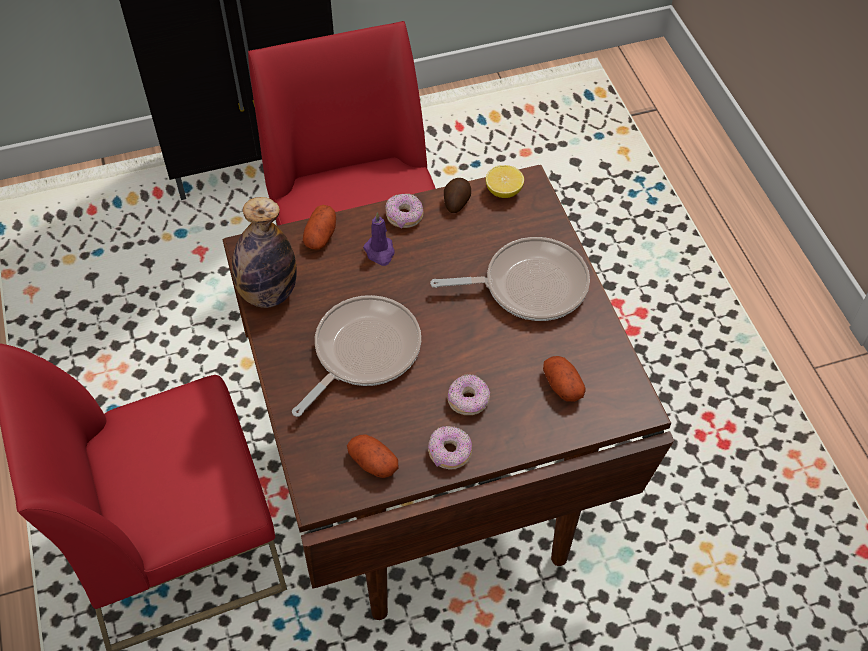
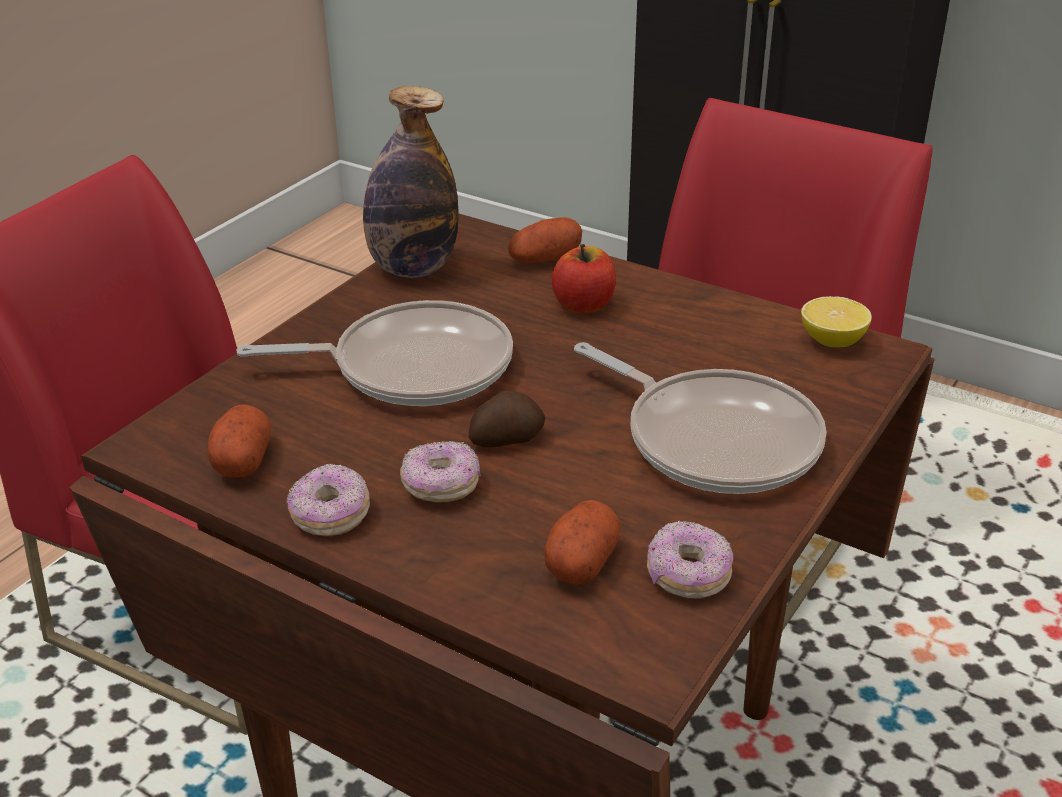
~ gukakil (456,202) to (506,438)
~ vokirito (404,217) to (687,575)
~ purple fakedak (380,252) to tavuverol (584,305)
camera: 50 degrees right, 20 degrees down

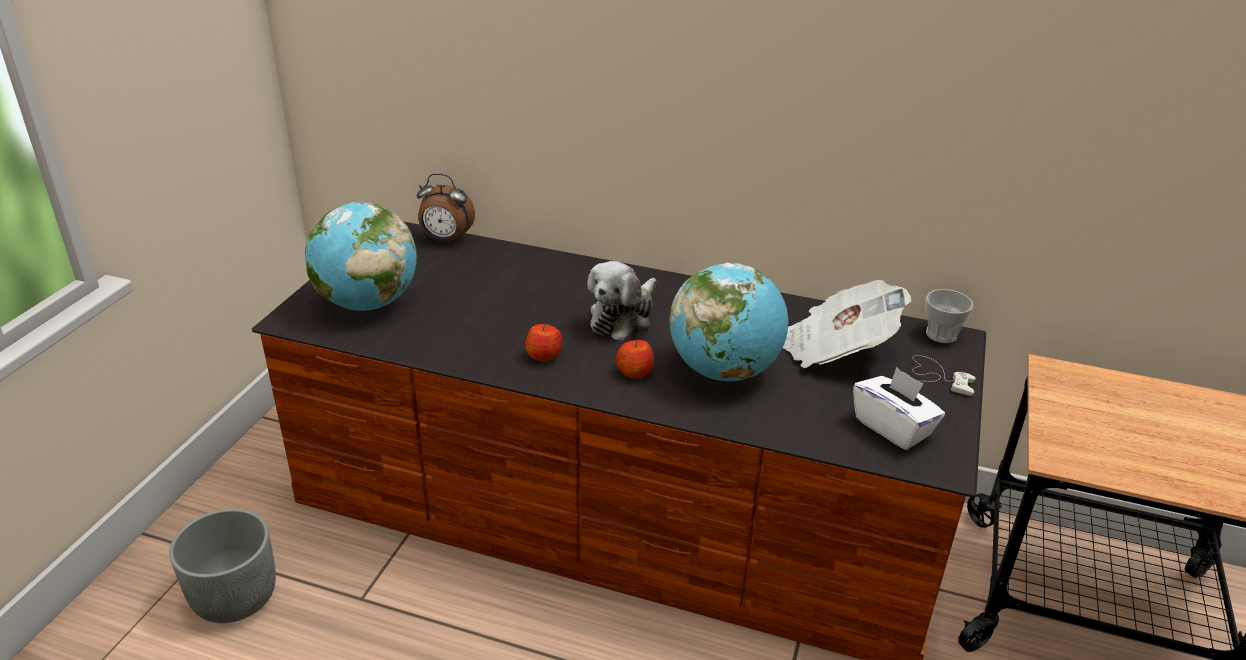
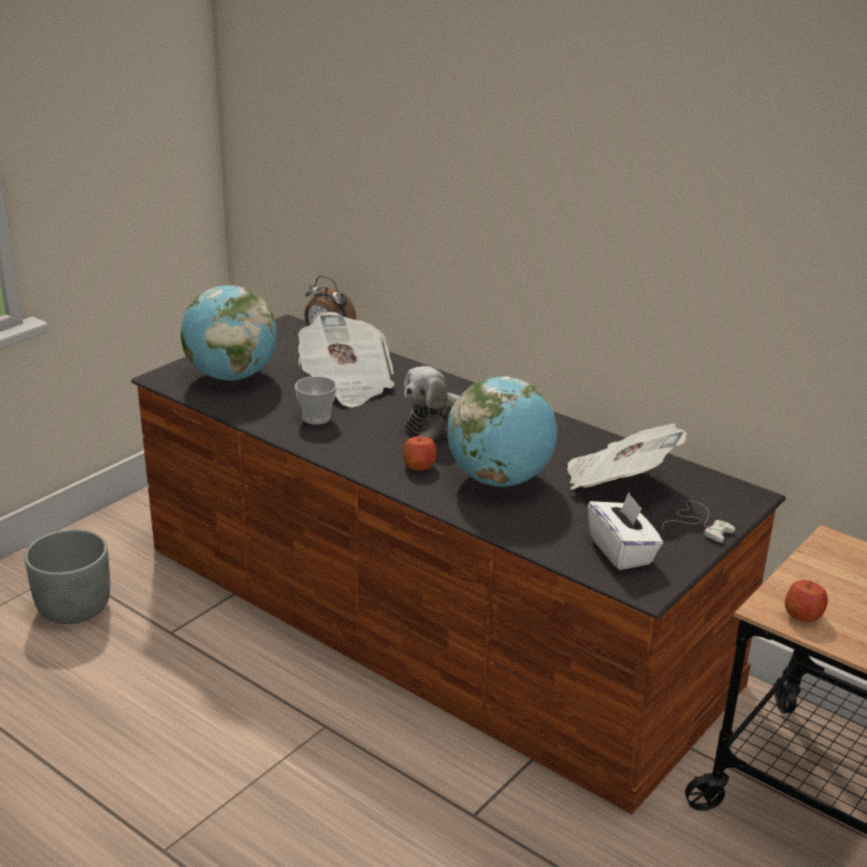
~ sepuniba (941,334) to (316,418)
~ tavuverol (544,355) to (803,615)
+ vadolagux (346,384)
camera: 20 degrees right, 5 degrees down

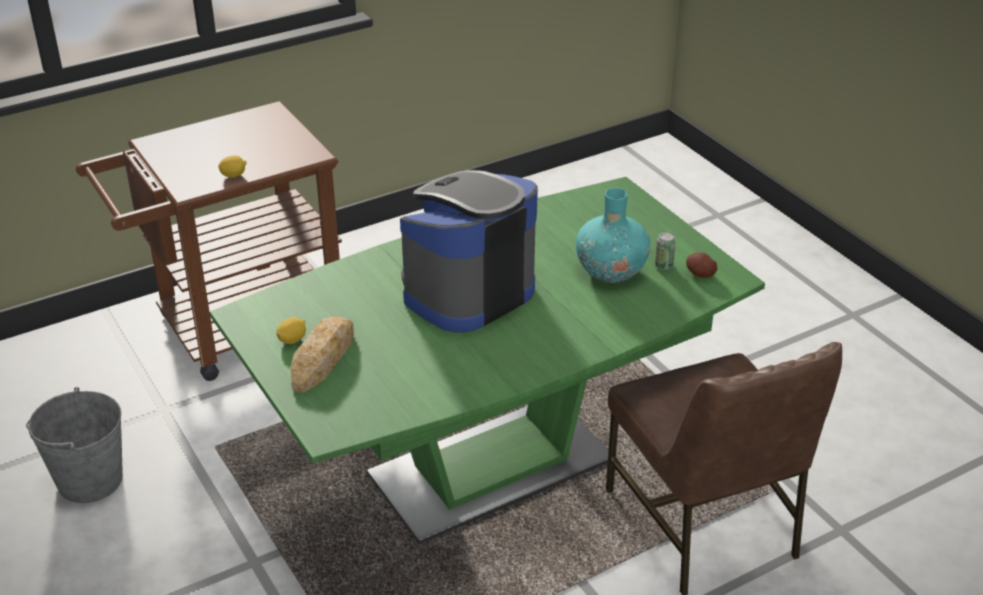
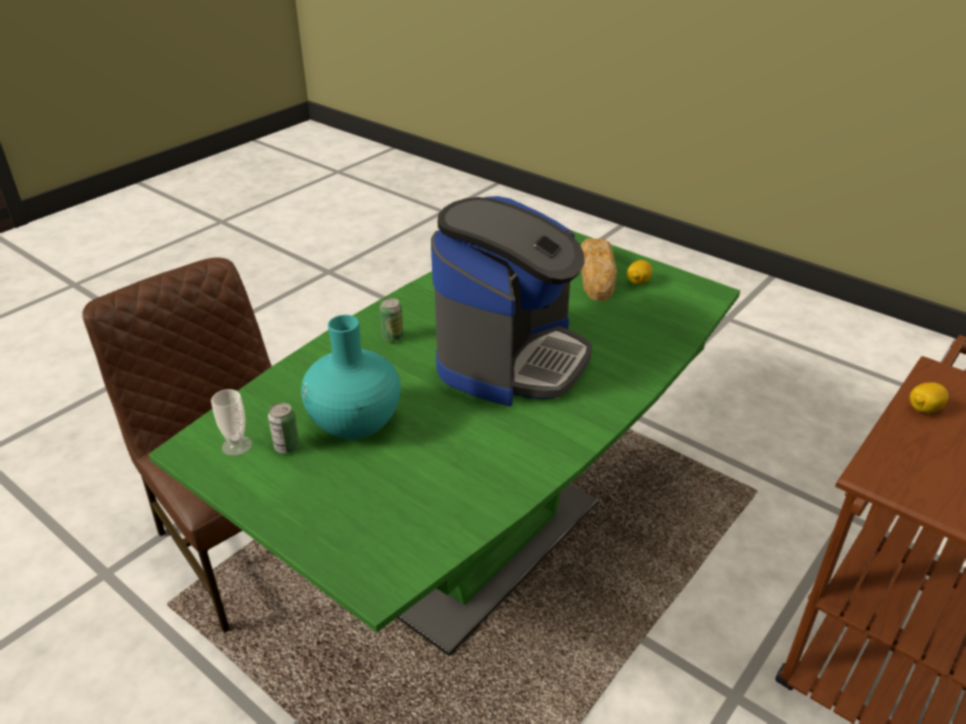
~ gukakil (700,274) to sepuniba (237,446)
- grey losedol (90,480)
+ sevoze (392,337)
camera: 160 degrees right, 0 degrees up

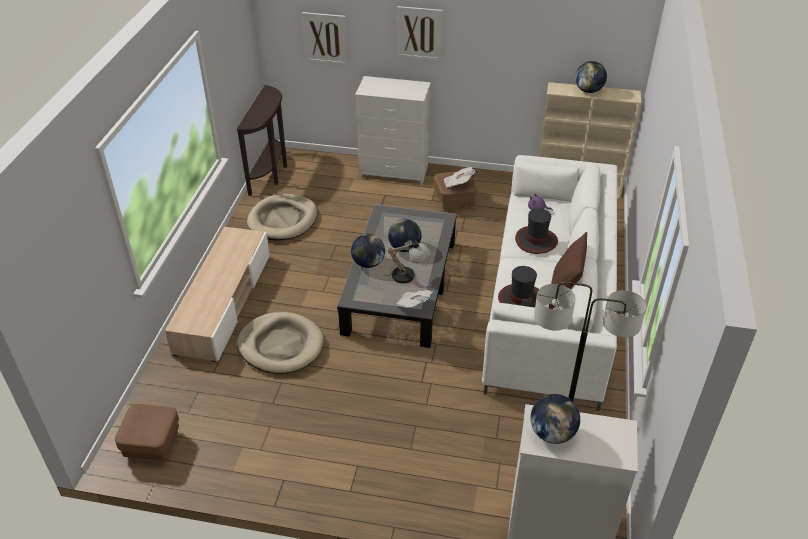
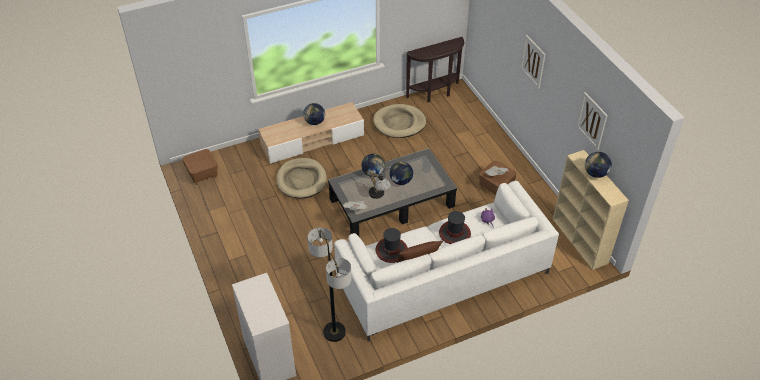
~ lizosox (325,39) to (592,121)
- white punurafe (394,171)
~ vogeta (552,433) to (314,122)
camera: 55 degrees right, 5 degrees up

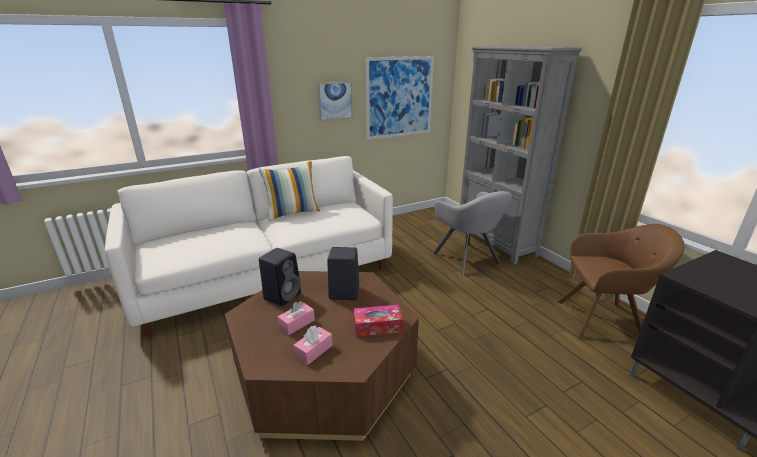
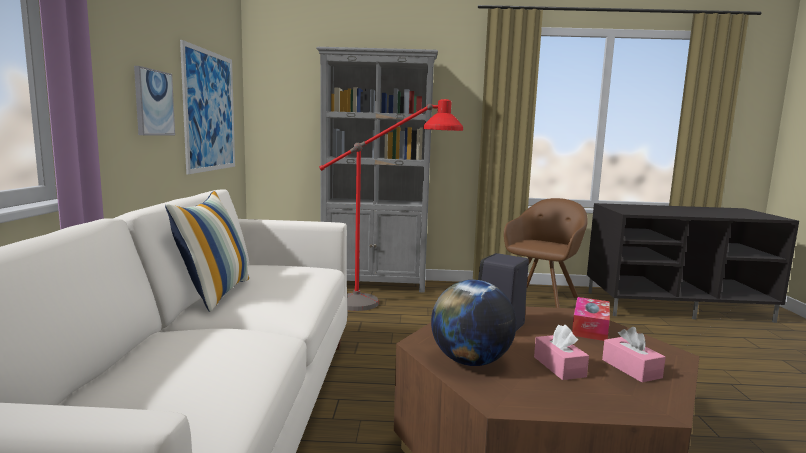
~ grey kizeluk (468,260) to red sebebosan (388,304)
~ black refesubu (283,295) to vogeta (470,362)
camera: 60 degrees left, 15 degrees down

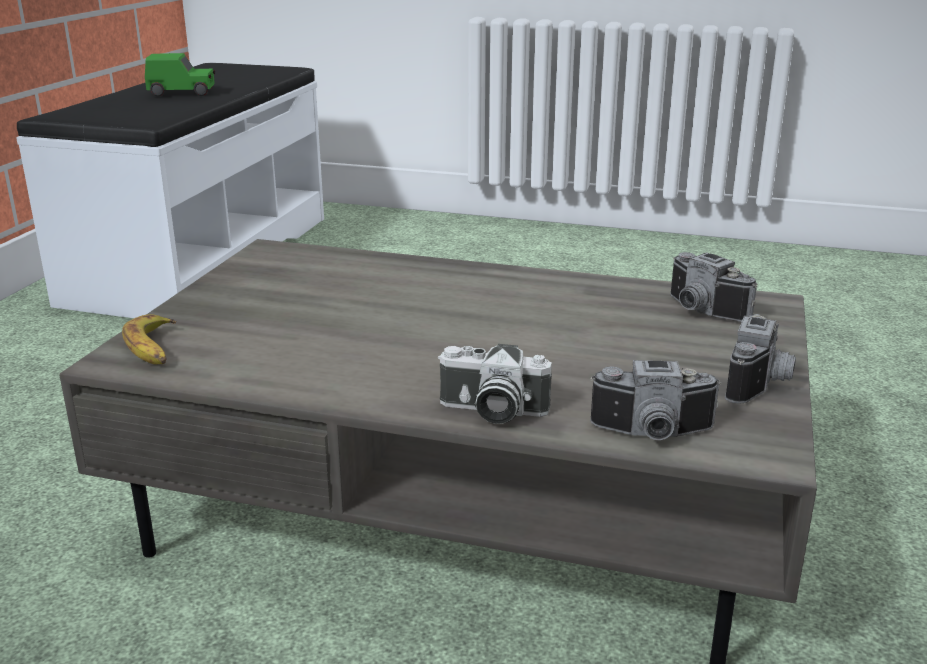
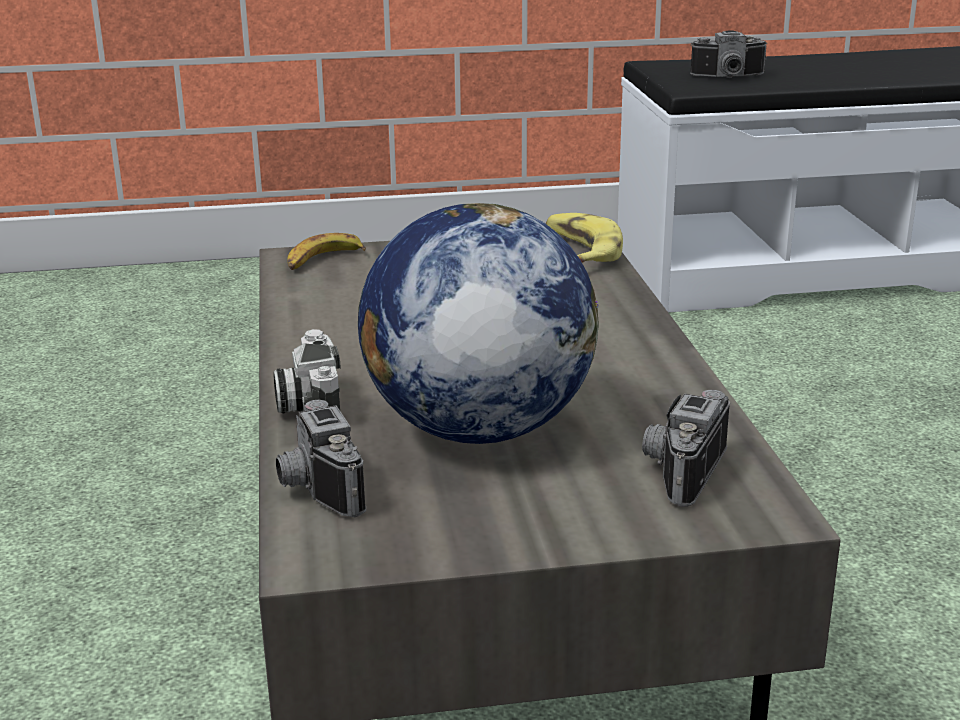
- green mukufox (182,93)
~ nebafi (761,384) to (729,77)
+ vogeta (477,429)
+ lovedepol (580,251)
camera: 65 degrees right, 0 degrees up

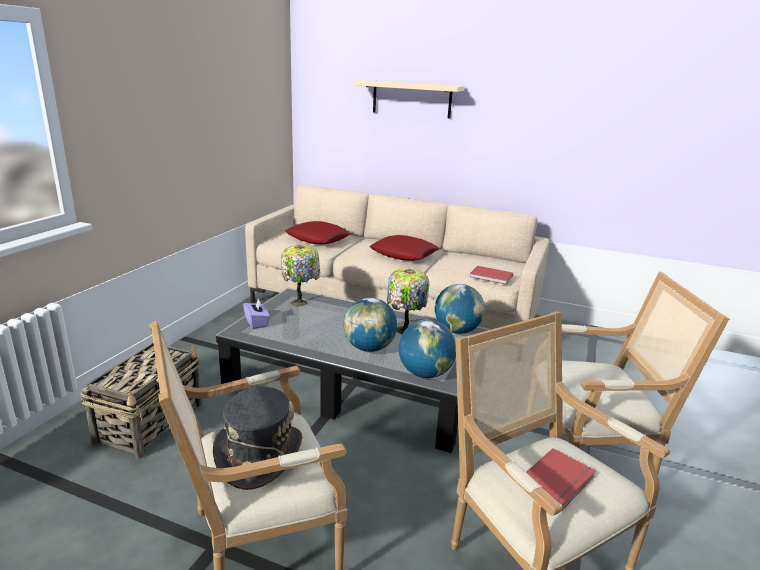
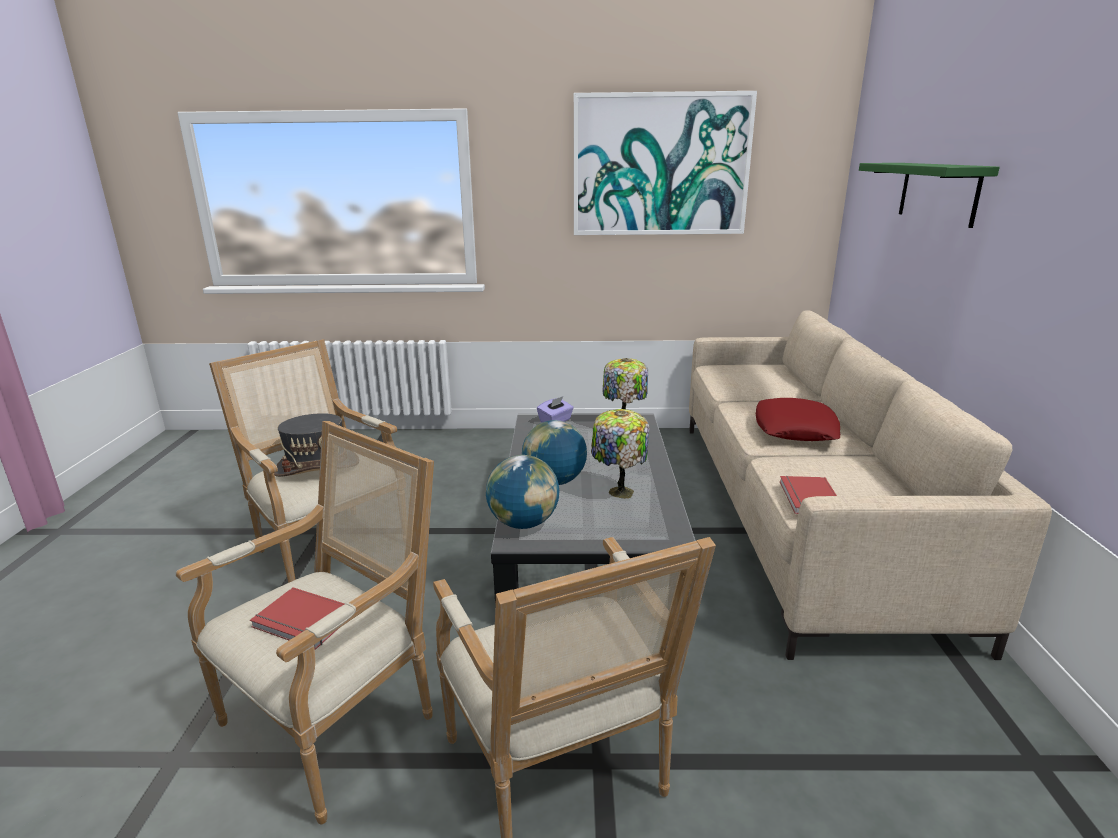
~ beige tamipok (411,99) to green tamipok (938,192)
- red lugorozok (317,238)
- vogeta (457,331)
- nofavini (151,422)
+ lizosox (660,165)
camera: 70 degrees right, 0 degrees up

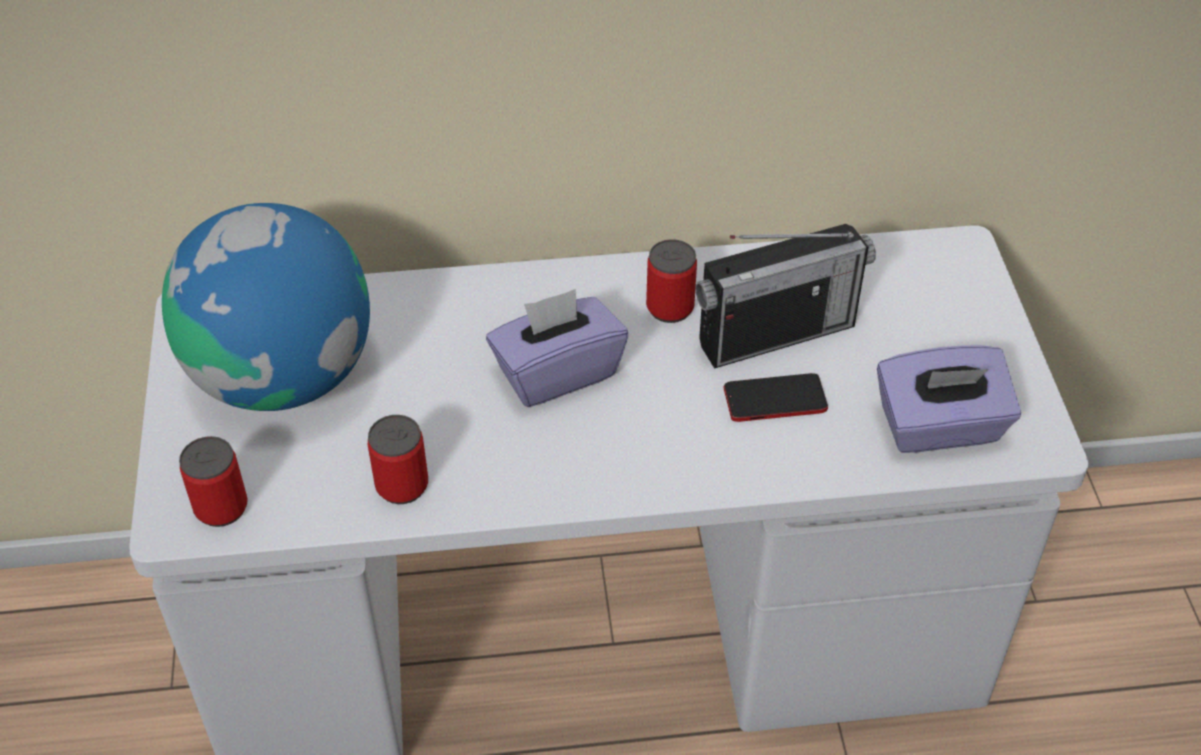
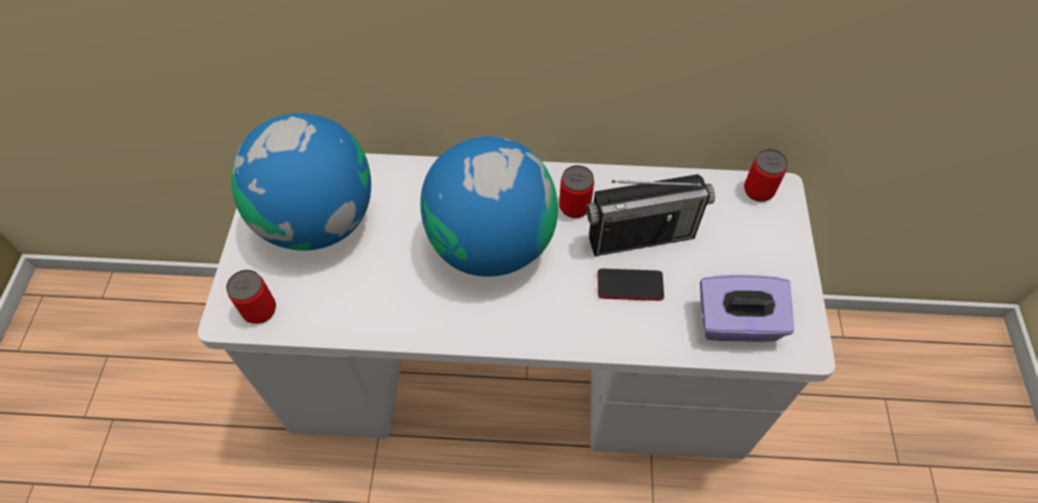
~ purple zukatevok (557,372) to vogeta (491,244)
~ sevoze (402,485) to (758,190)
camera: 10 degrees right, 10 degrees up

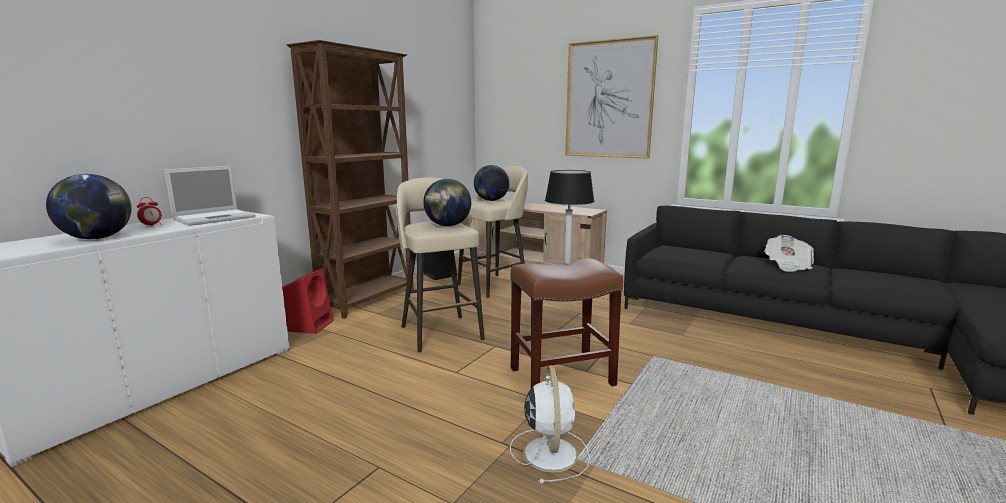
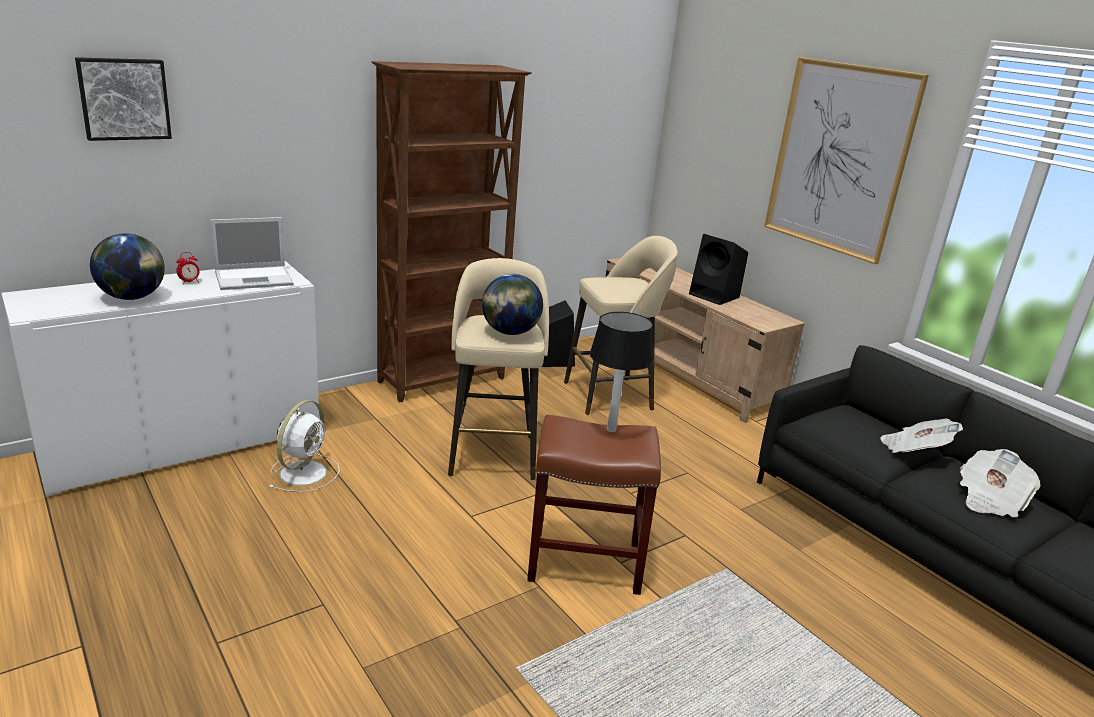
- vogeta (491,200)
- red refesubu (310,325)
~ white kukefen (550,452) to (304,472)
+ lizosox (124,99)
+ black refesubu (715,296)
+ vadolagux (914,450)
camera: 20 degrees right, 10 degrees up

